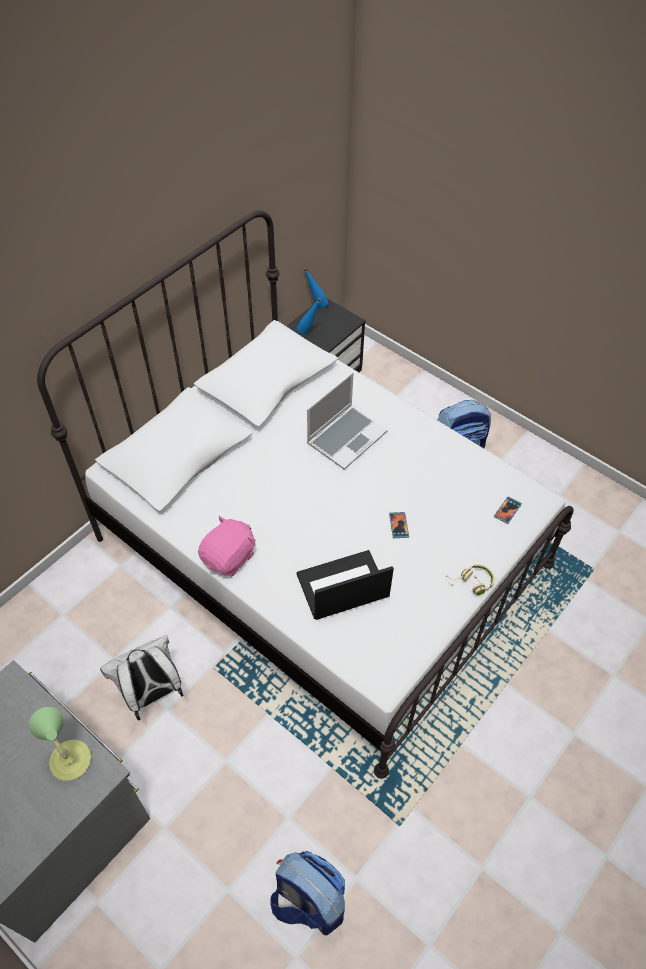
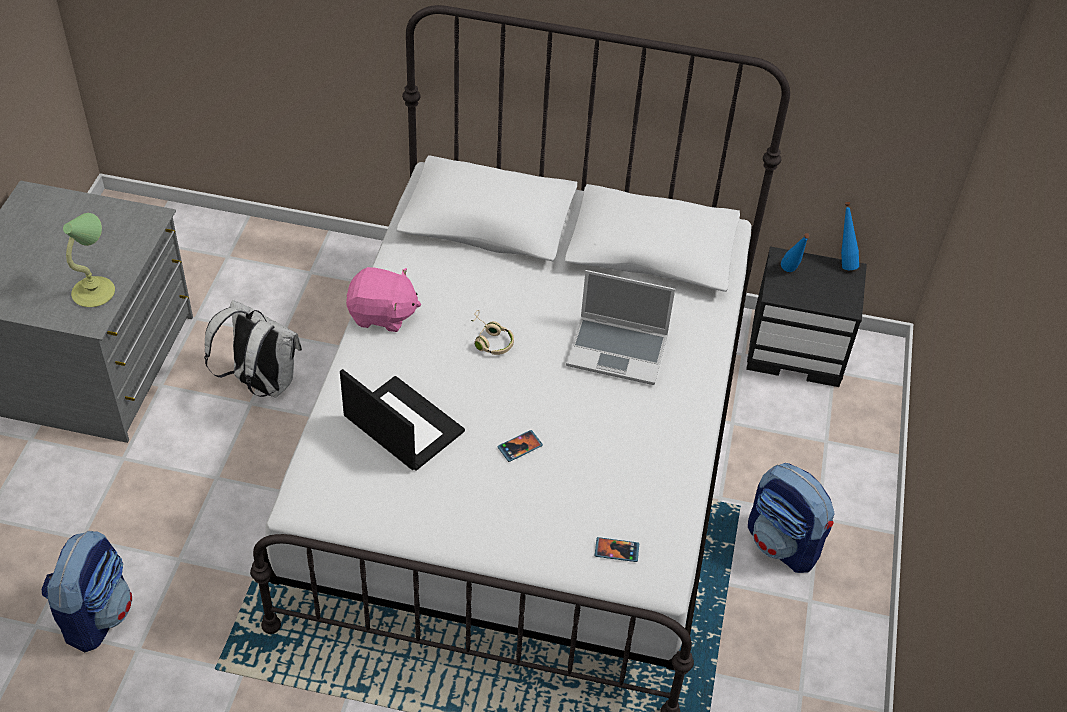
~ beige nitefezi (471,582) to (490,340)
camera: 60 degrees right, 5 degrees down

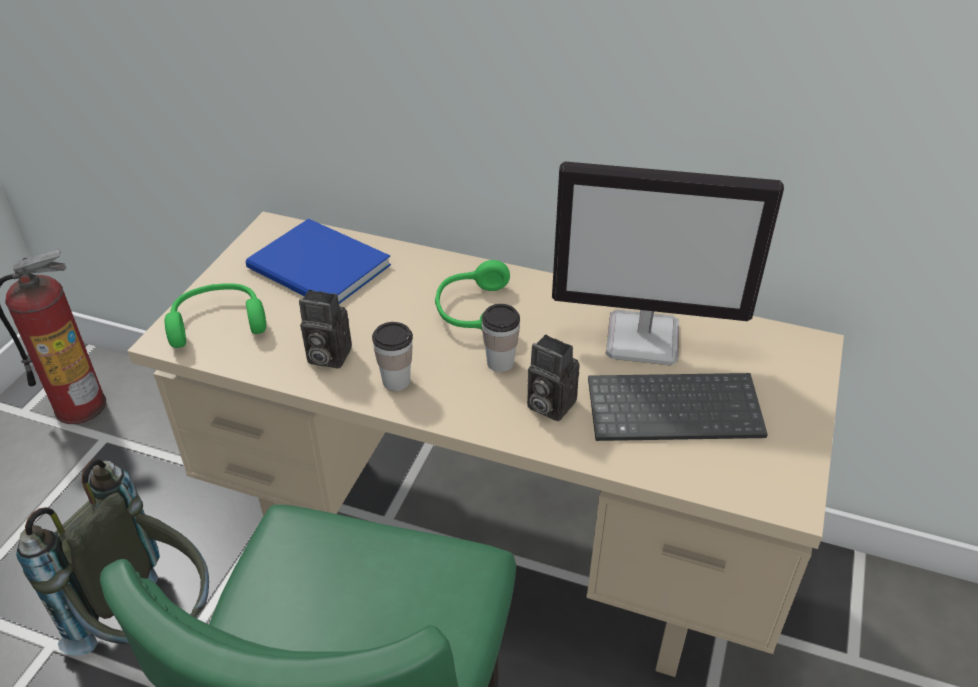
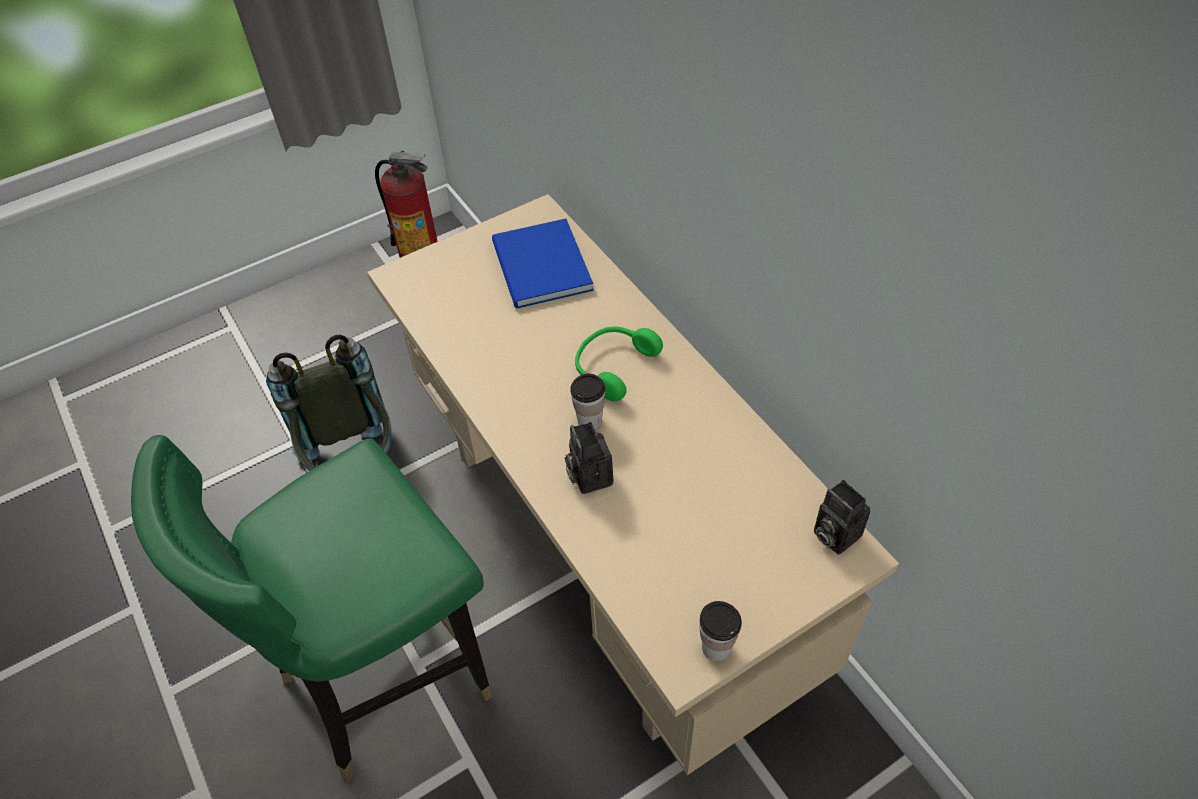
- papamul (644,339)
- green nitefezi (218,323)
~ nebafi (326,356) to (833,534)
~ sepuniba (396,381) to (716,648)
- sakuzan (676,408)
camera: 40 degrees right, 10 degrees up

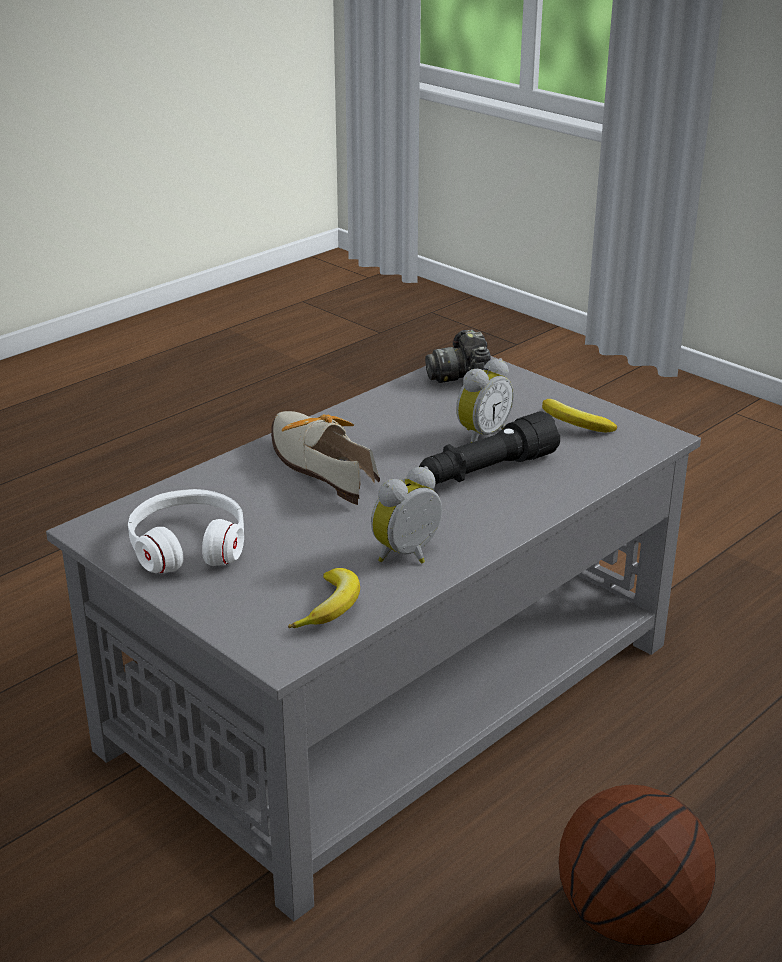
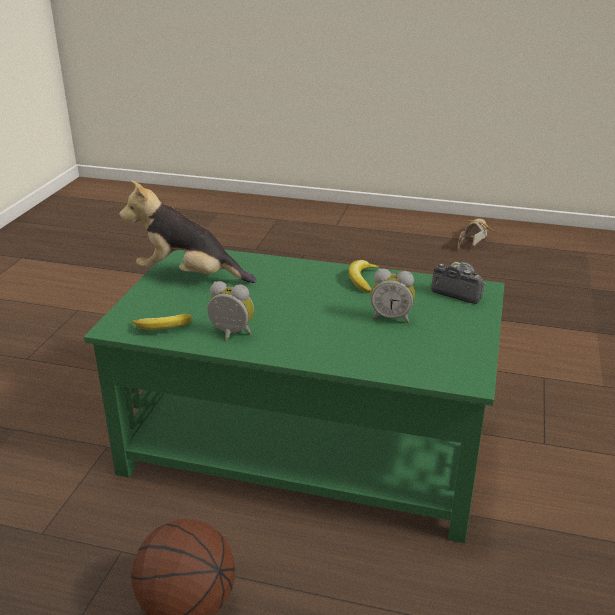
~ nebafi (461,377) = (458,291) 75 degrees clockwise
~ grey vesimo (390,696) to green vesimo (305,442)
~ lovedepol (573,424) to (362,280)
~ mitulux (320,464) to (474,238)
- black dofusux (486,471)
~ white nitefezi (188,545) to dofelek (189,276)
camera: 60 degrees right, 0 degrees up

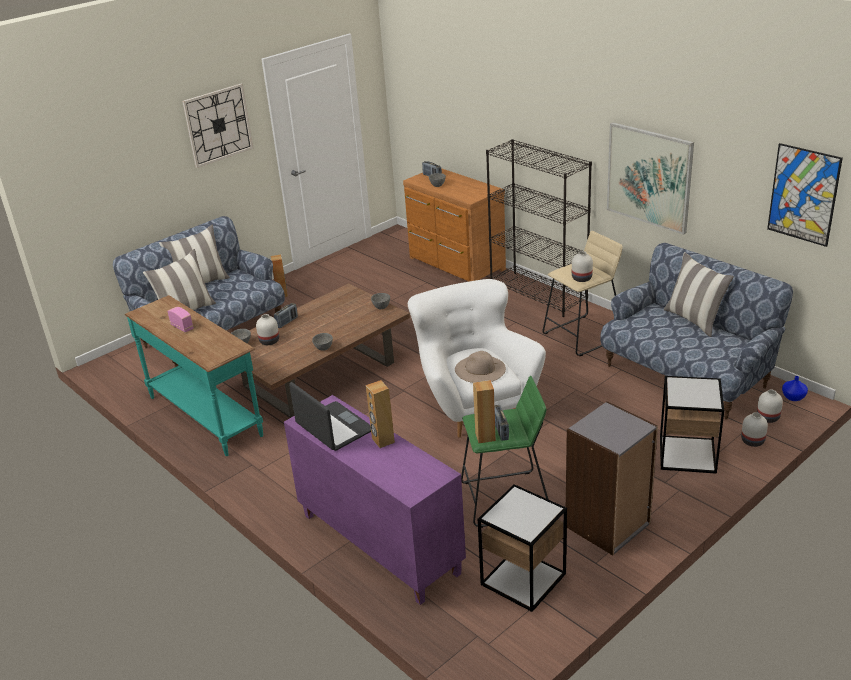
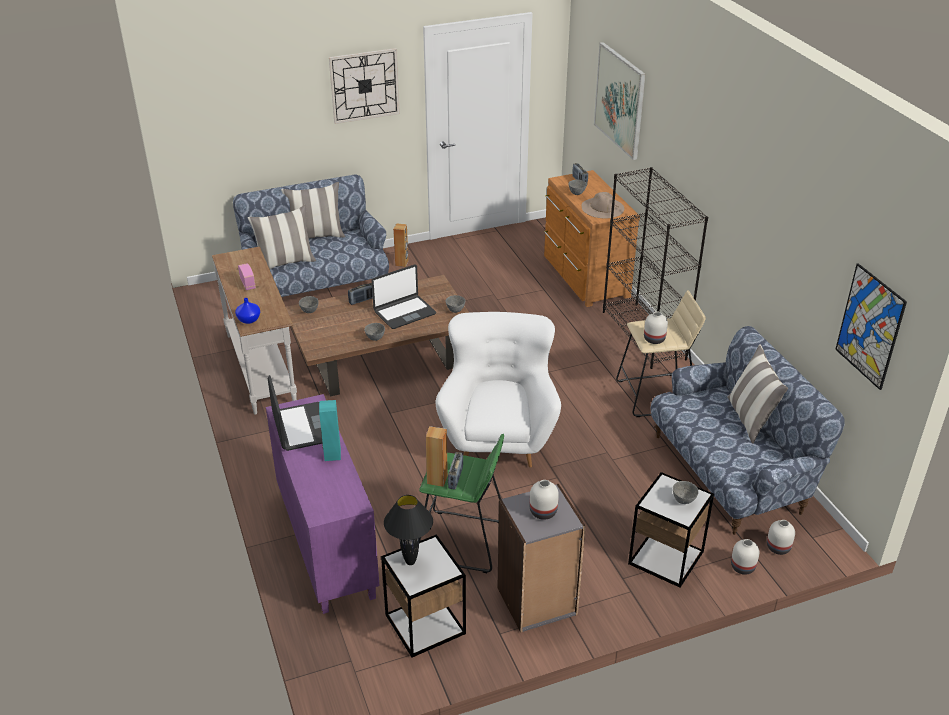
~ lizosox (649,177) to (620,100)
~ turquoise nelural (206,415) to white nelural (262,368)
~ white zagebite (269,341) to (543,511)
~ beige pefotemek (480,369) to (602,208)
~ blue zagebite (793,397) to (248,320)
~ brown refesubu (382,440) to turquoise refesubu (332,454)
+ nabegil (404,312)
+ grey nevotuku (684,500)
+ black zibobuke (410,562)
camera: 20 degrees right, 5 degrees up

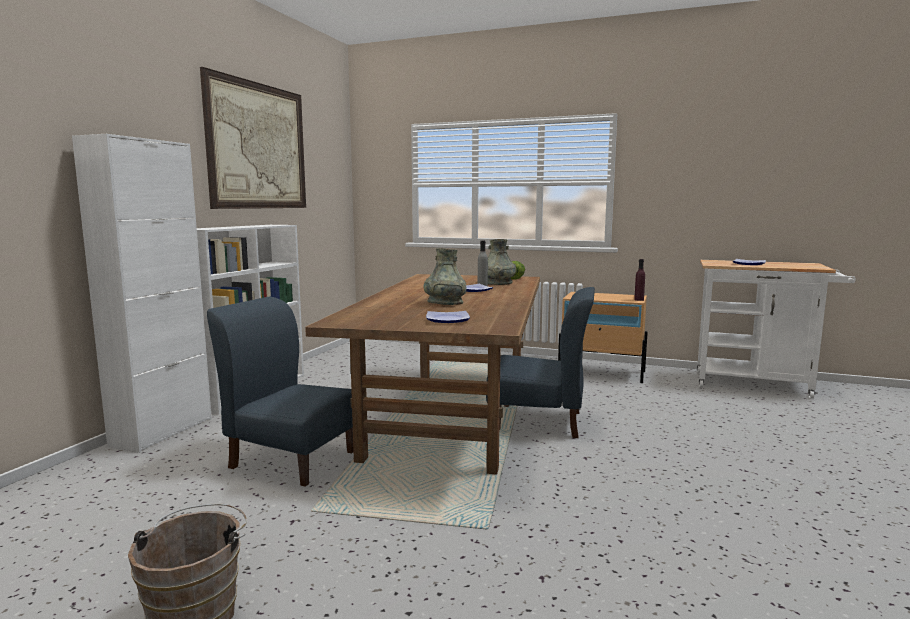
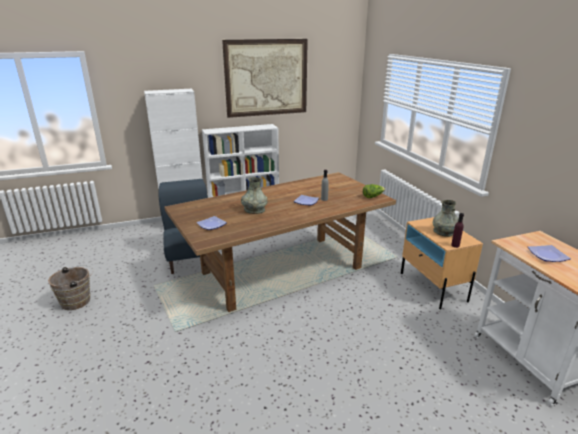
~ grey zagebite (498,283) to (444,231)
- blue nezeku (539,421)
camera: 50 degrees right, 15 degrees up

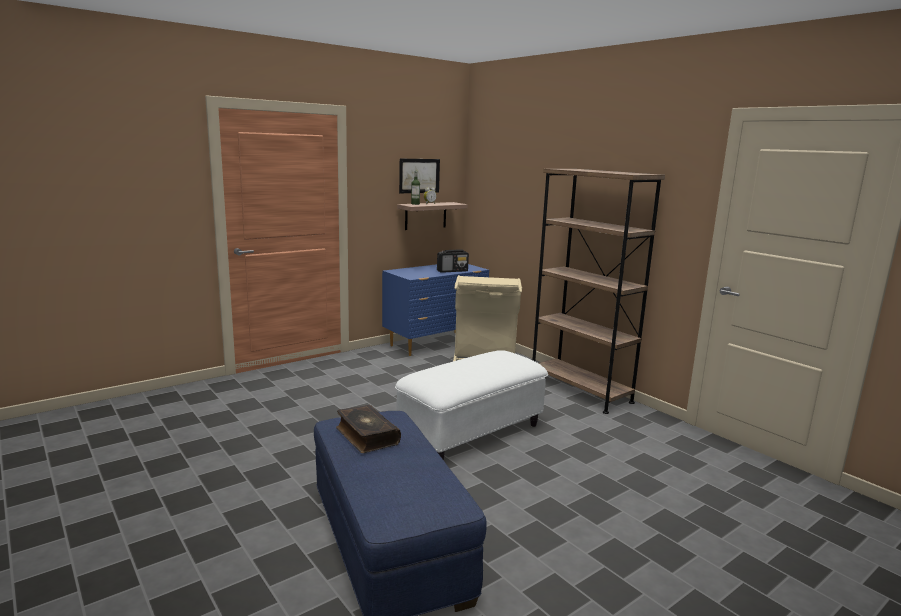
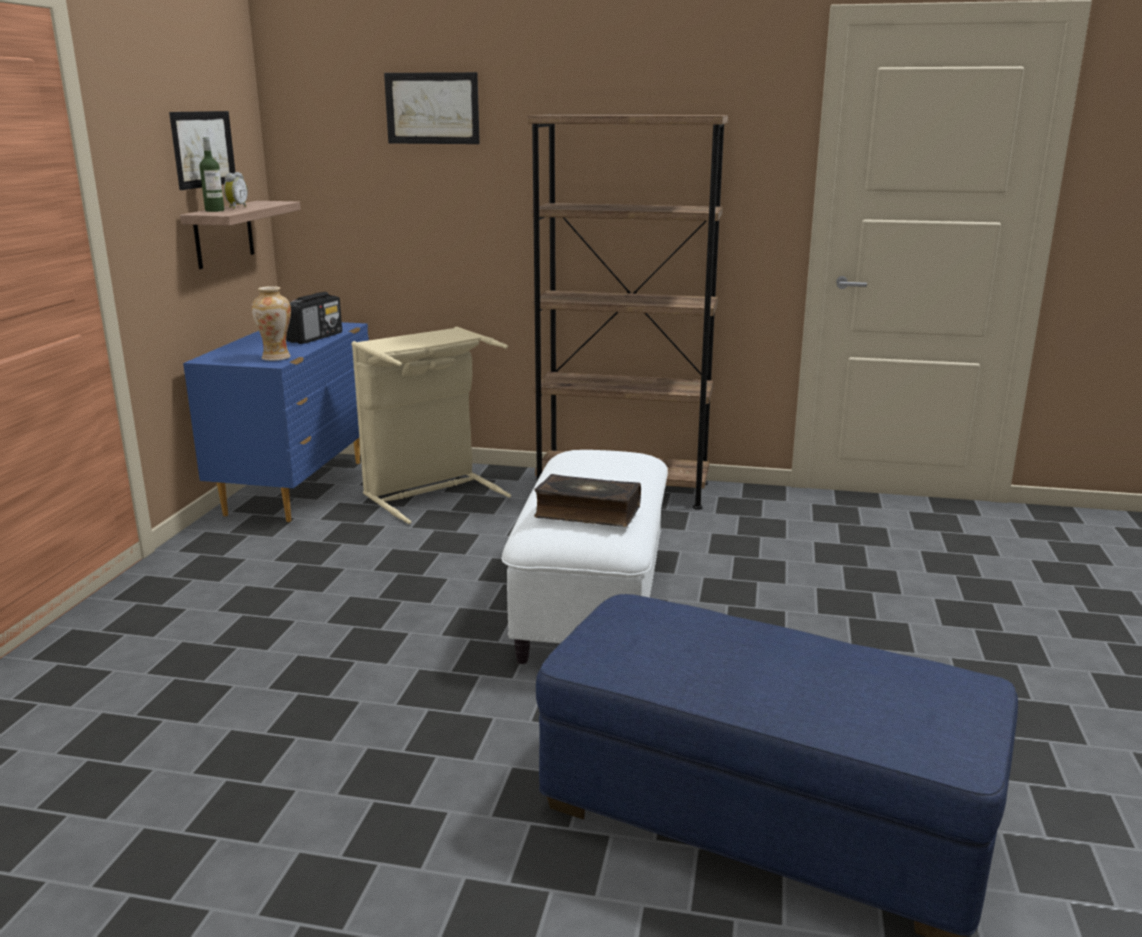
~ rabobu (366,436) to (587,512)
+ lizosox (432,108)
+ zagebite (276,358)
camera: 40 degrees left, 5 degrees up

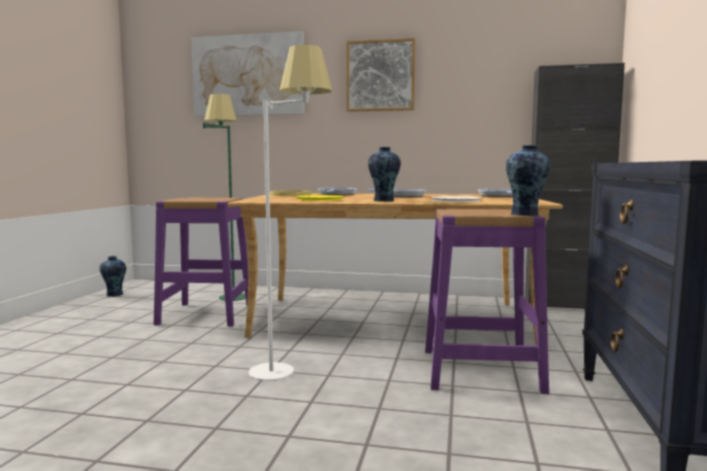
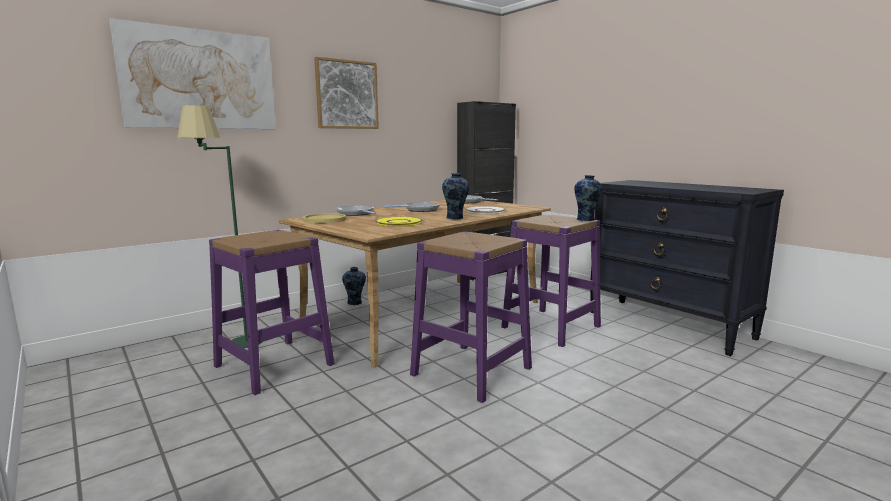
~ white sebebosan (291,369) to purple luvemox (471,371)
~ zagebite (114,294) to (355,303)
camera: 50 degrees left, 5 degrees up

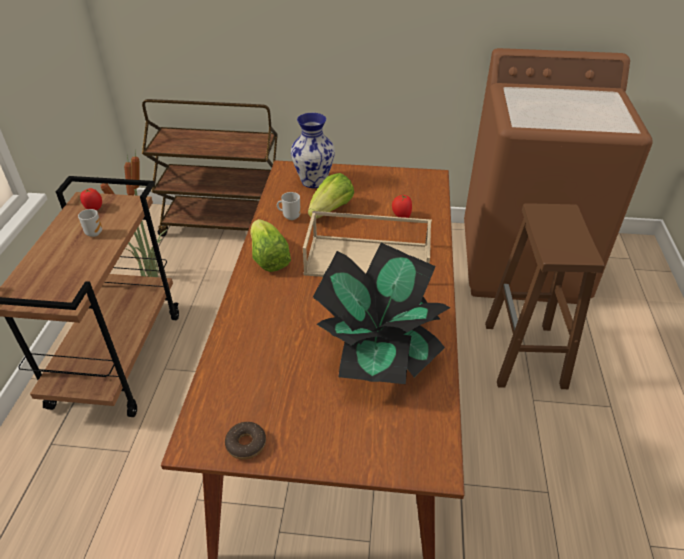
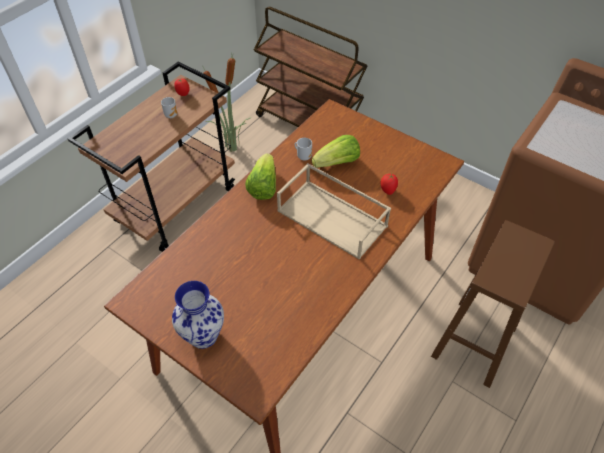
~ zagebite (314,181) to (204,336)
- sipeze (379,350)
- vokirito (246,444)
camera: 30 degrees right, 10 degrees up

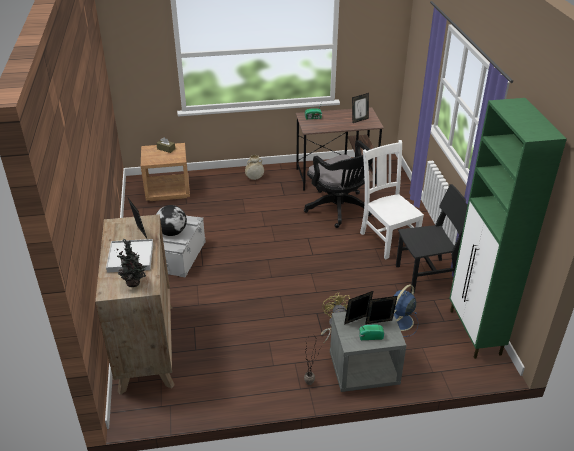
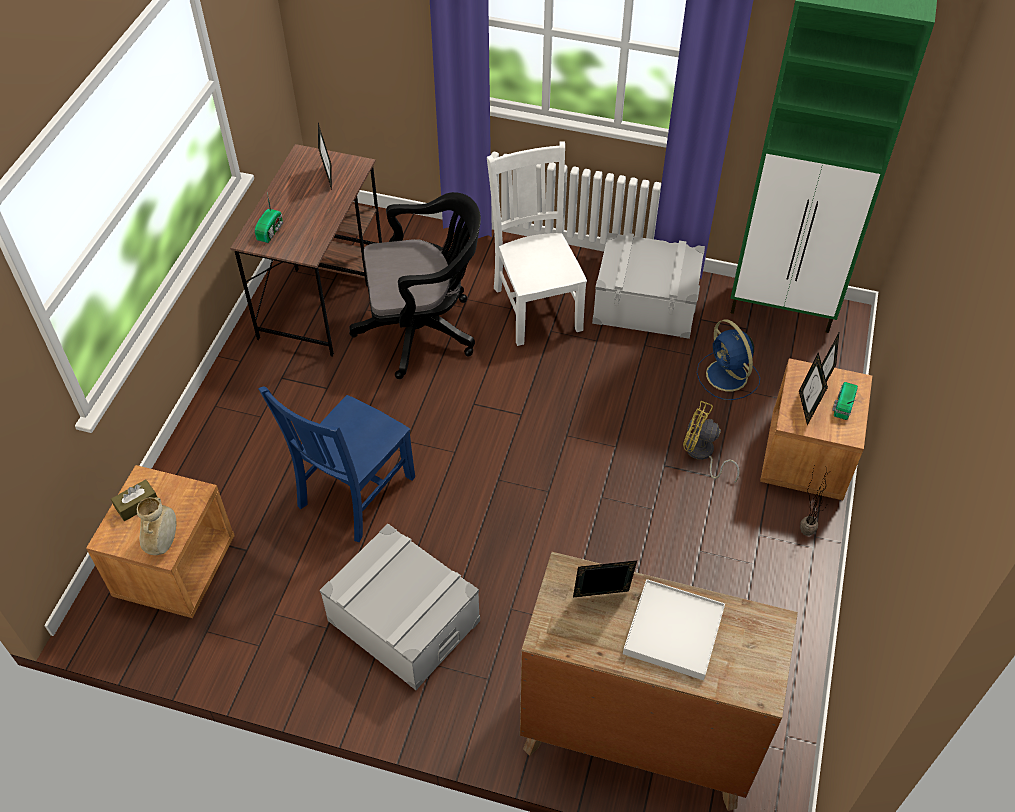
~ white nezeku (387,239) = (536,306) 75 degrees clockwise
~ beige zagebite (254,178) to (164,543)
~ black nezeku (426,276) to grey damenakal (646,302)
- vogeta (172,232)
- sipeze (135,283)
~ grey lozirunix (363,370) to brown lozirunix (805,459)
+ blue nezeku (353,494)
camera: 65 degrees left, 15 degrees up

